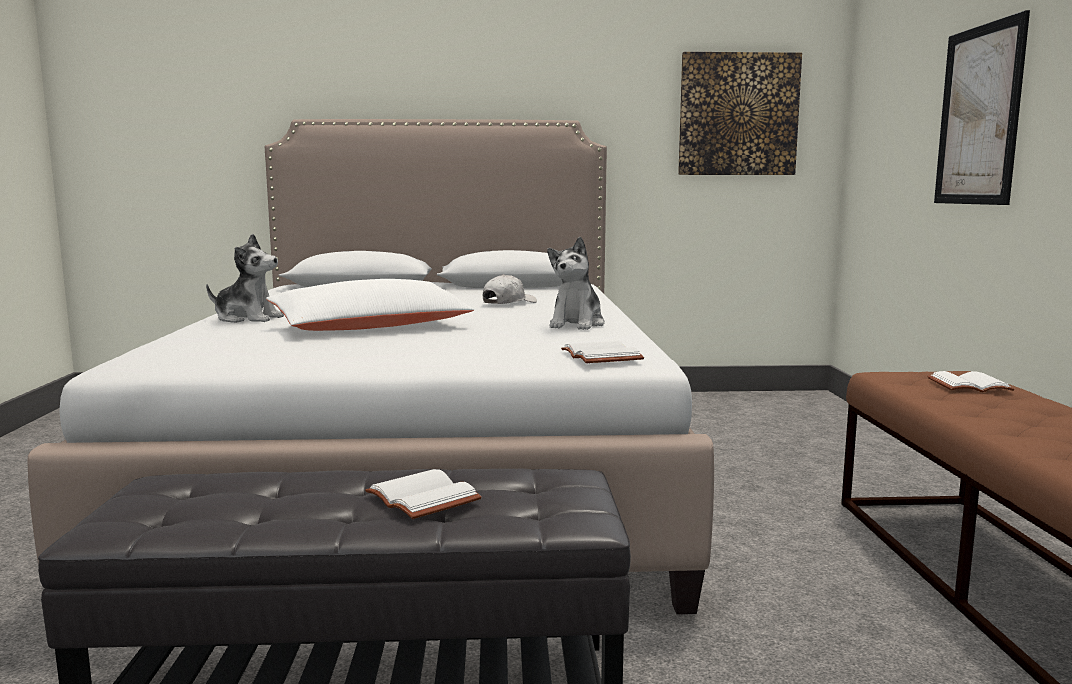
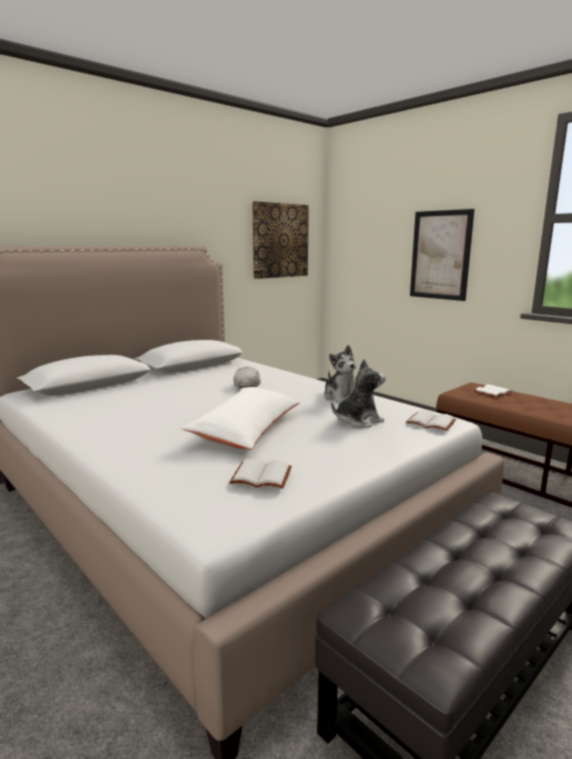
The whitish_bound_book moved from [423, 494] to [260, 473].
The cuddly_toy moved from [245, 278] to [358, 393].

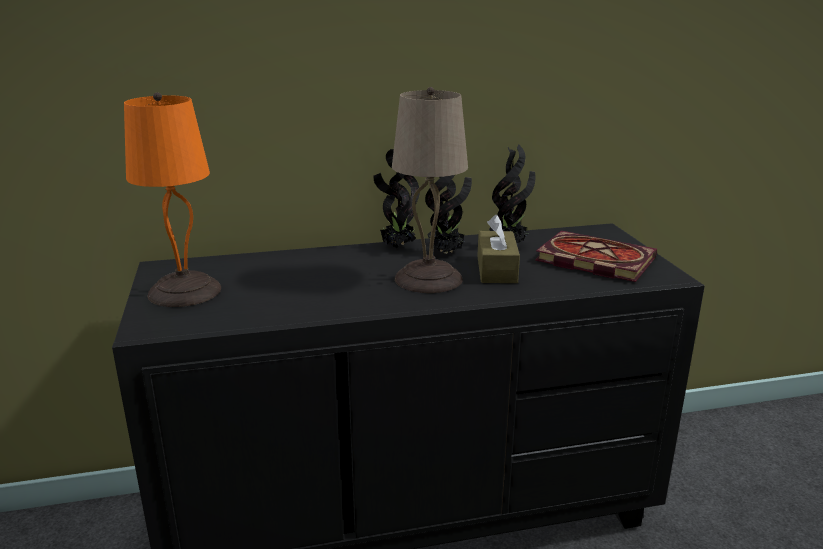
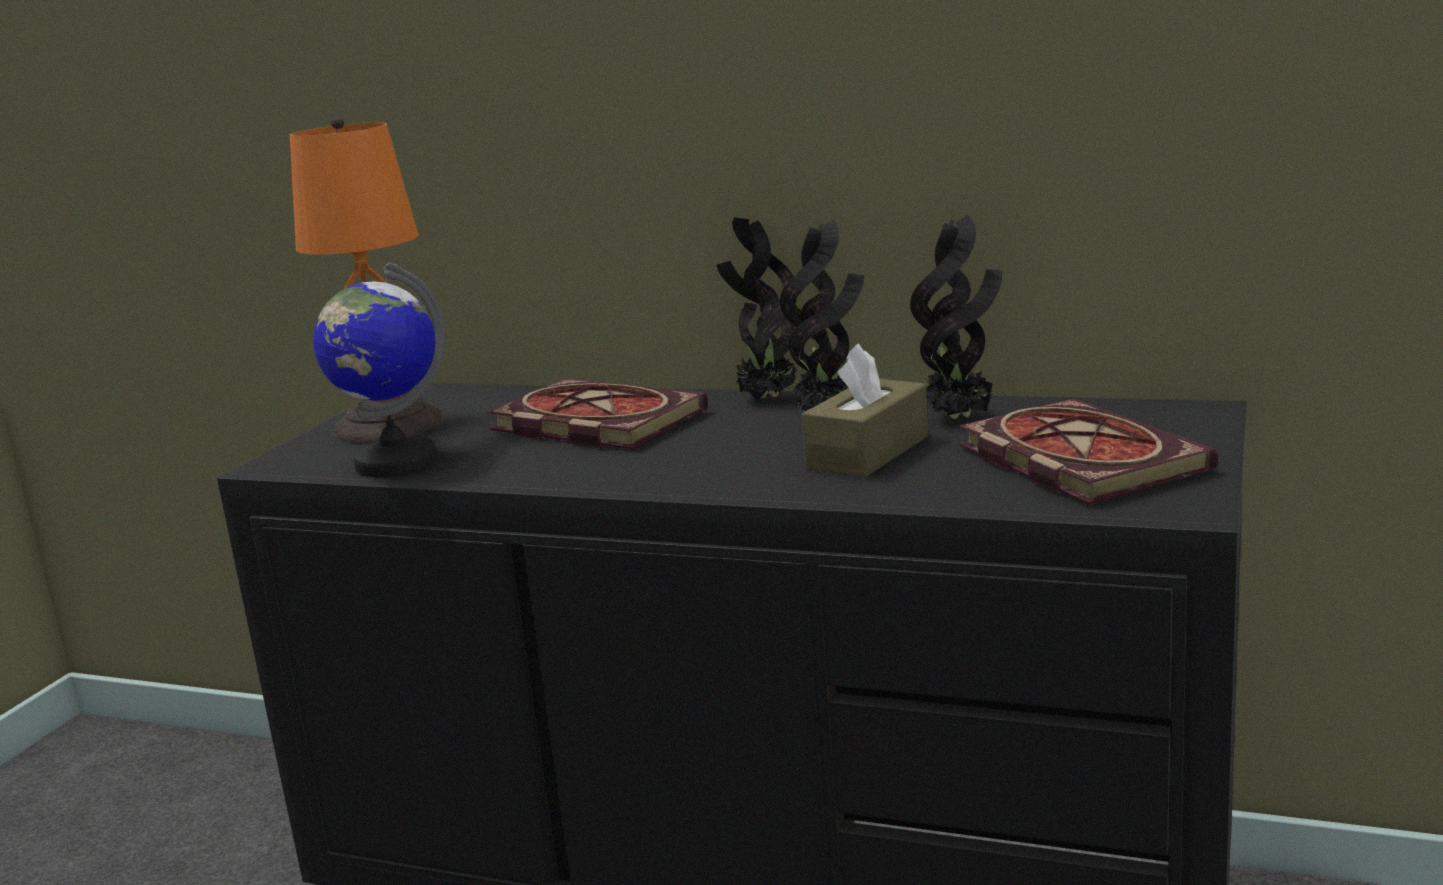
The desk_globe at [379, 369] appeared.
The bound_book at [597, 413] appeared.
The beige_lamp_for_a_table at [430, 190] disappeared.

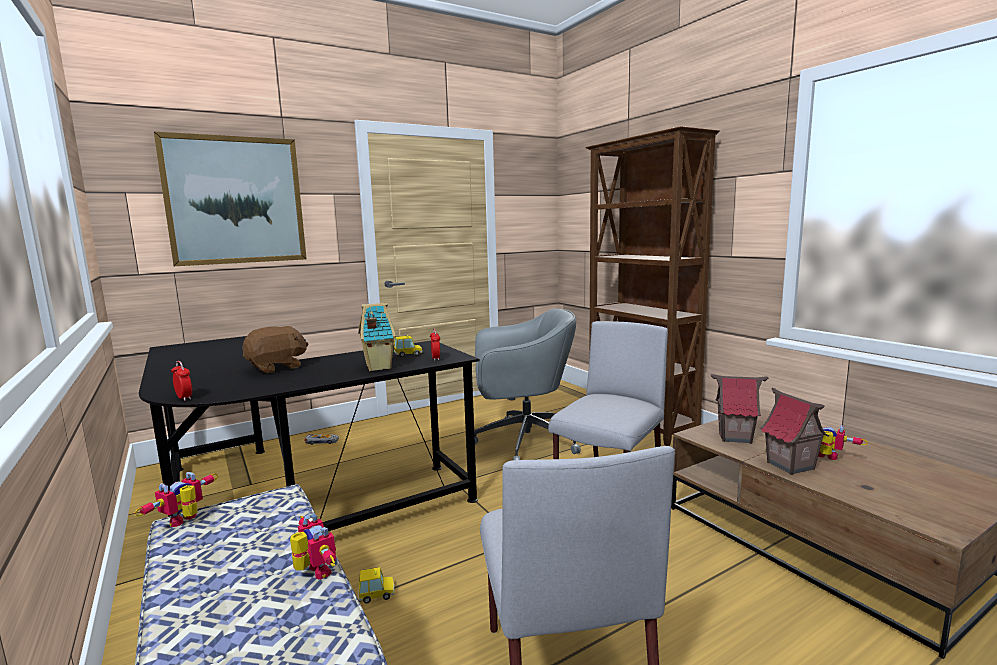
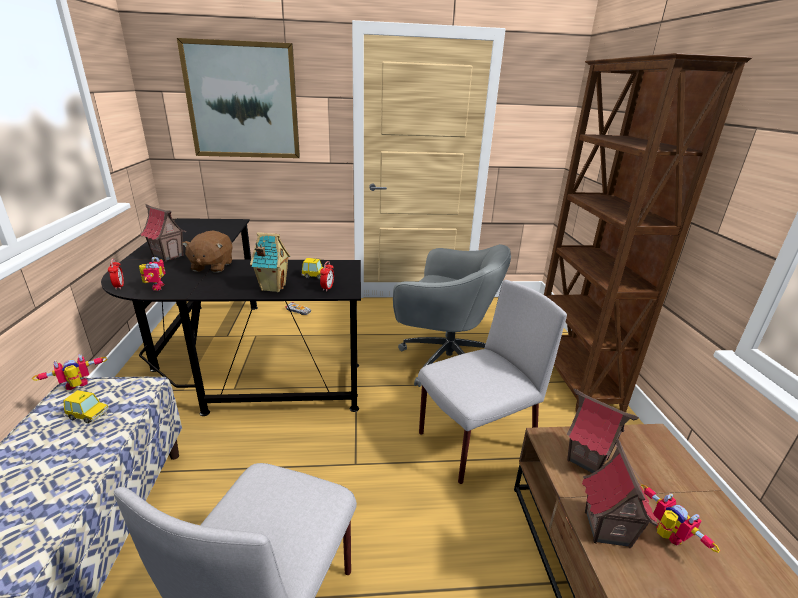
The toy_car moved from [376, 585] to [86, 407].
The robot_figure moved from [313, 546] to [152, 274].
The model_house at [163, 232] appeared.
The brown-coloured_cuddly_toy at [275, 349] turned 105 degrees clockwise.

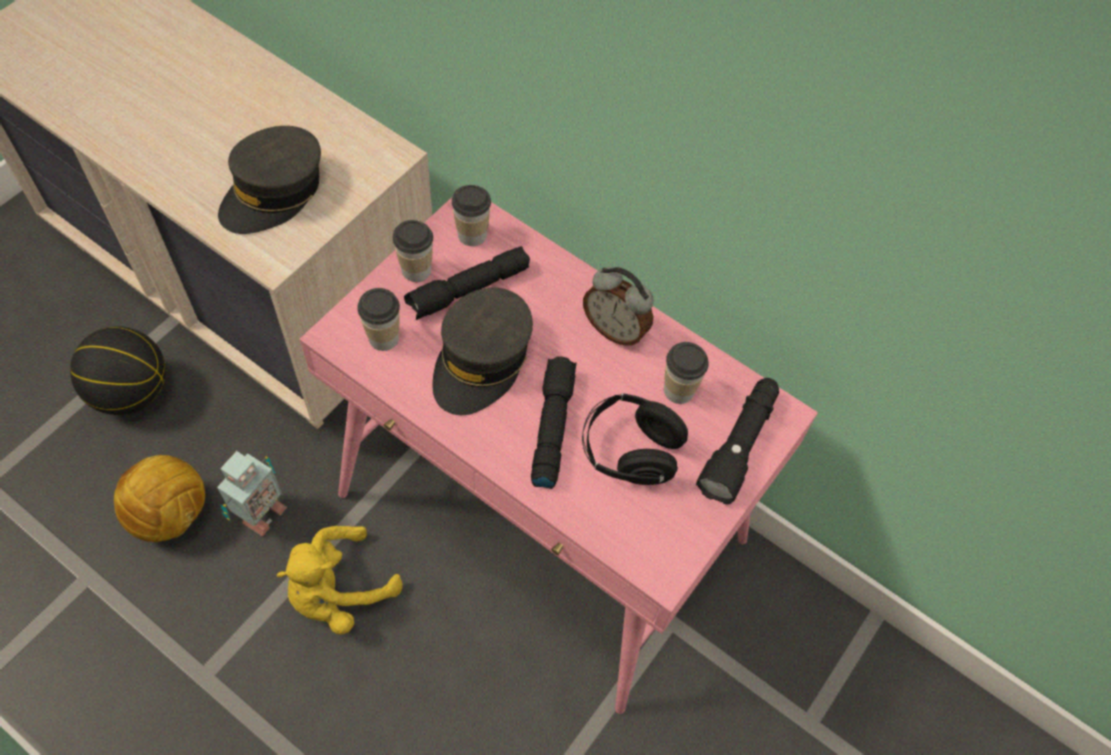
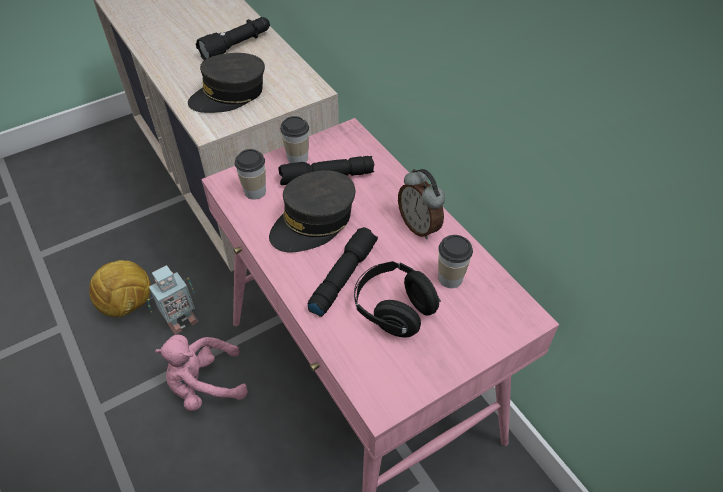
The yellow-coloured_cuddly_toy at [340, 580] became the pink-coloured_cuddly_toy at [201, 373].
The black_flashlight moved from [737, 441] to [233, 38].
The ball_for_basketball at [118, 370] disappeared.
The cup at [471, 215] disappeared.

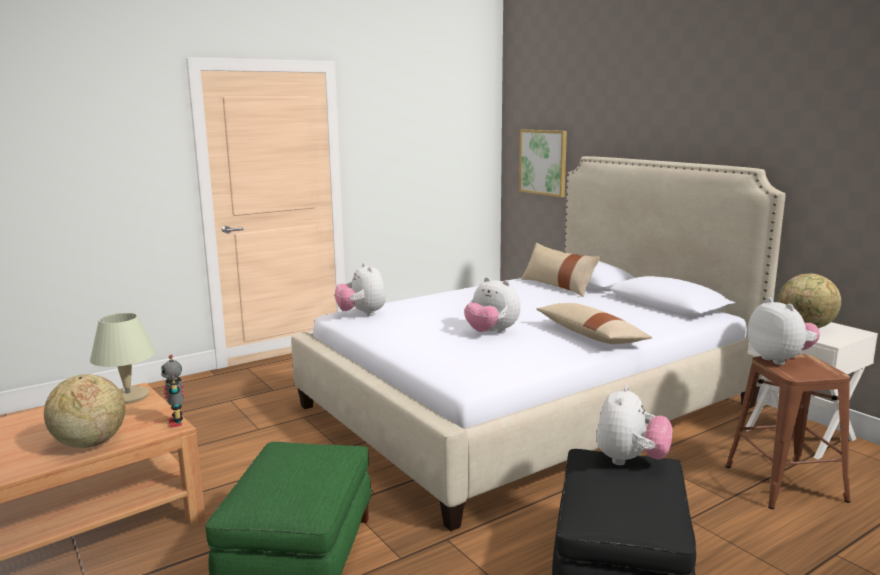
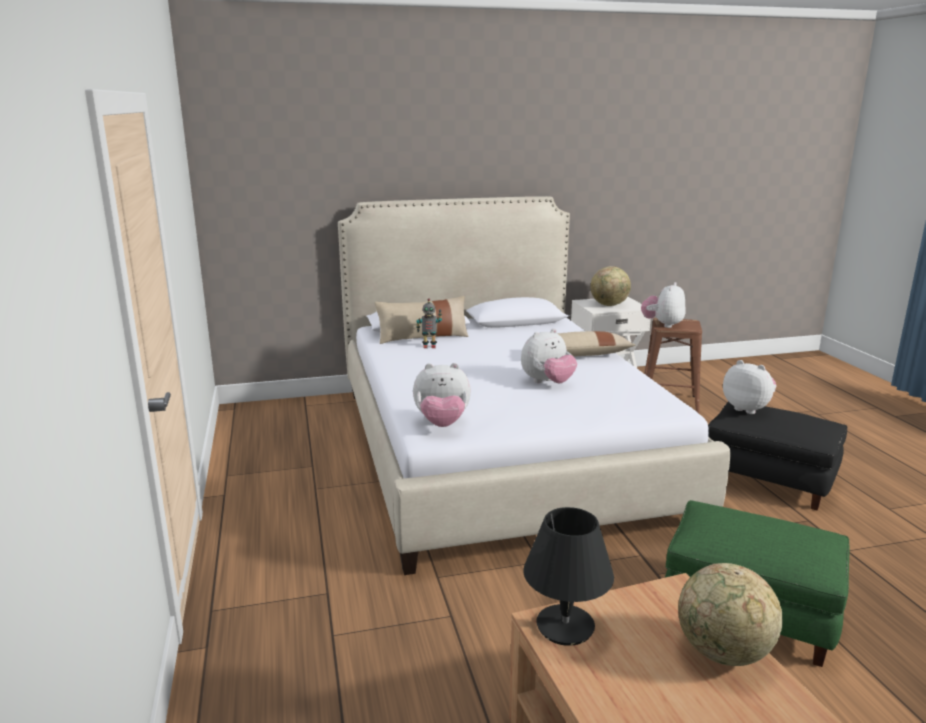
The robot_figure moved from [172, 391] to [429, 323].
The beige_lamp_for_a_table at [122, 358] became the black_lamp_for_a_table at [568, 576].
The cuddly_toy at [784, 331] turned 60 degrees counterclockwise.
The wall_picture at [543, 163] disappeared.

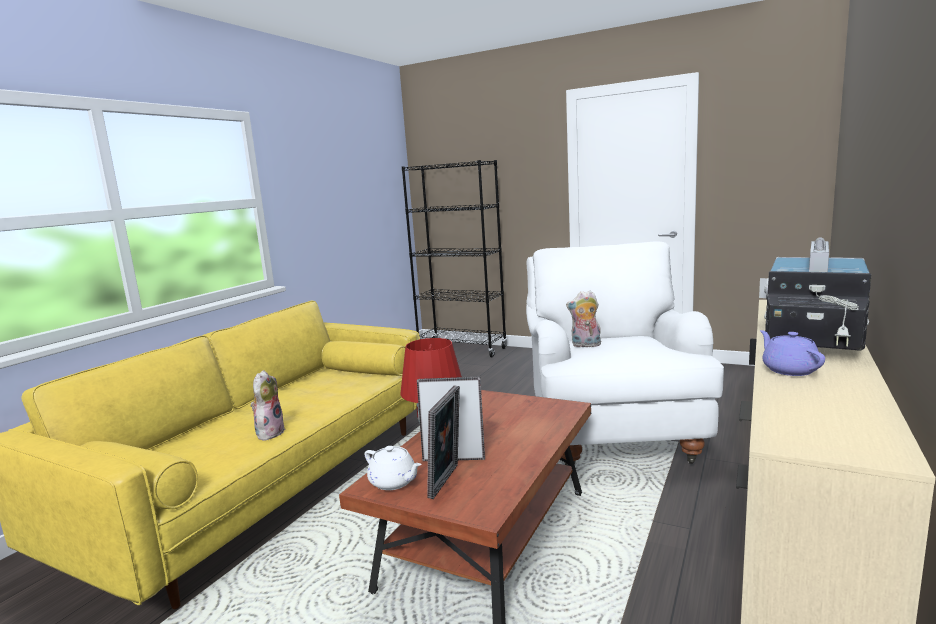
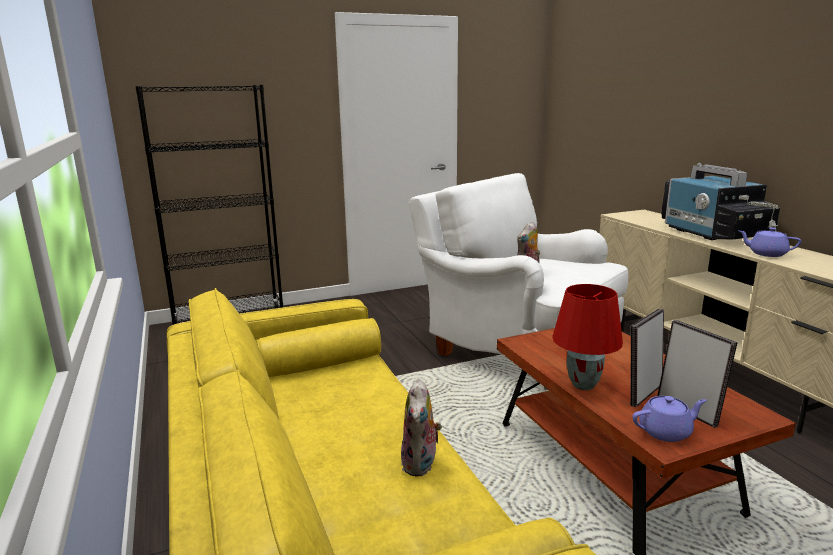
The cuddly_toy at [268, 405] turned 135 degrees counterclockwise.
The whitish_teapot at [393, 468] became the purple-coloured_teapot at [669, 419].

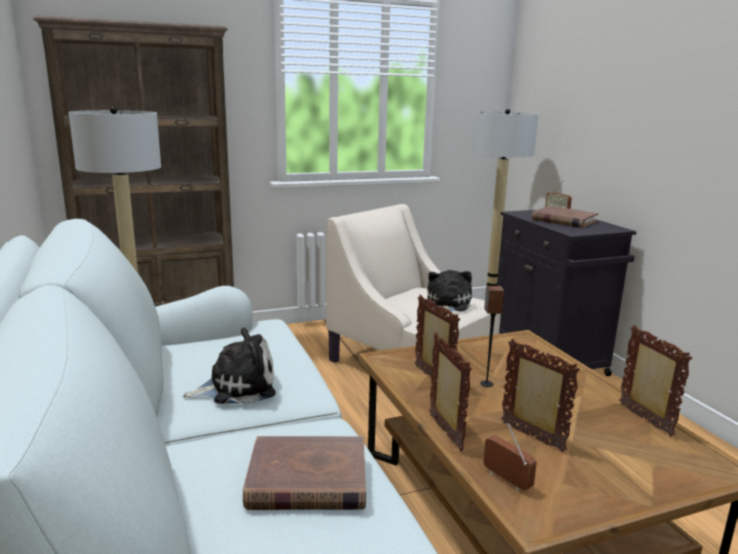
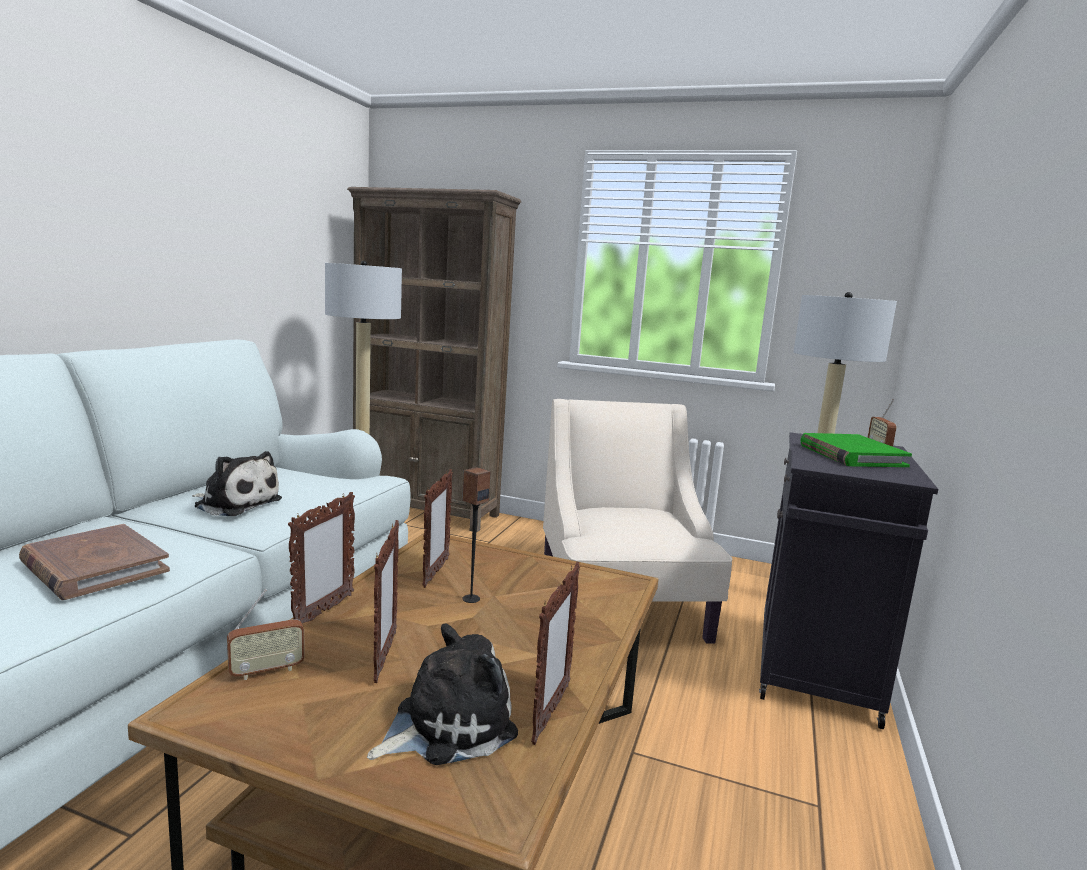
The radio at [510, 457] turned 60 degrees clockwise.
The cuddly_toy moved from [449, 293] to [442, 694].
The brown-coloured_bound_book at [565, 217] became the green-coloured_bound_book at [856, 450].

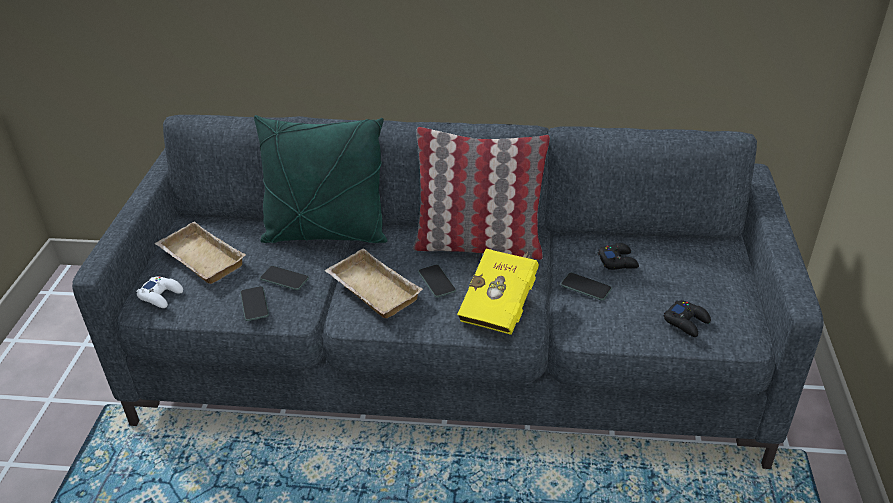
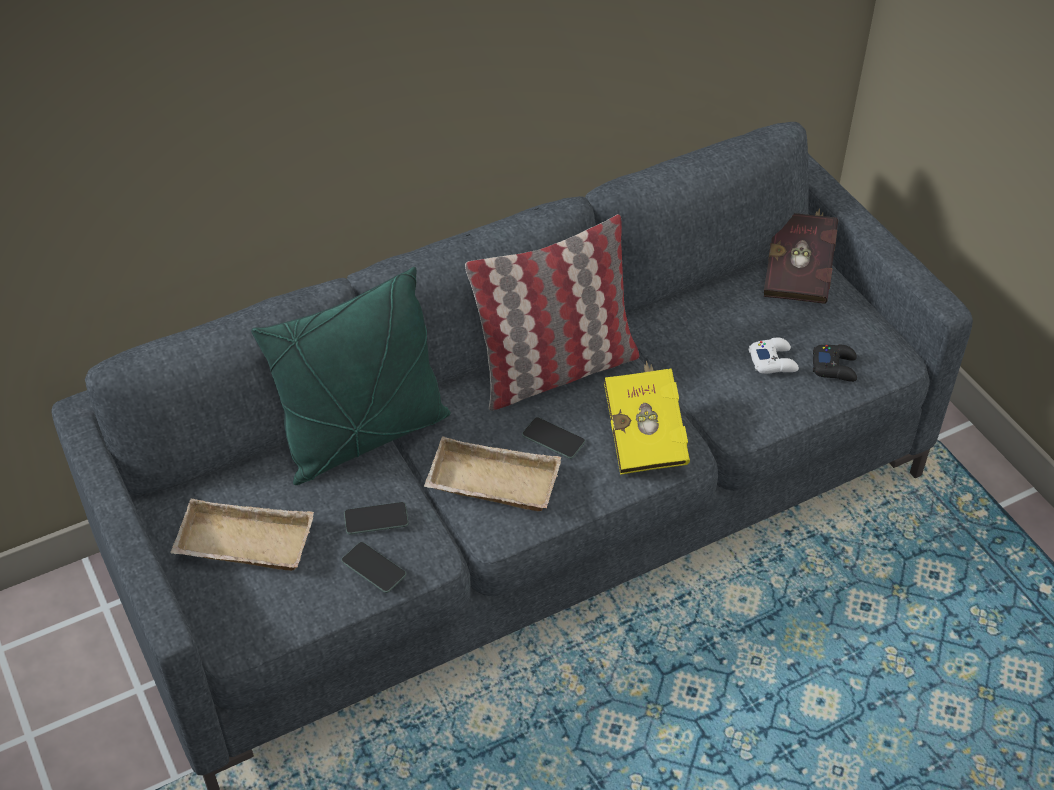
The whitish_joypad moved from [159, 292] to [774, 356].
The red-coloured_bound_book at [801, 256] appeared.
The phone at [586, 286] disappeared.
The black_joypad at [618, 256] disappeared.

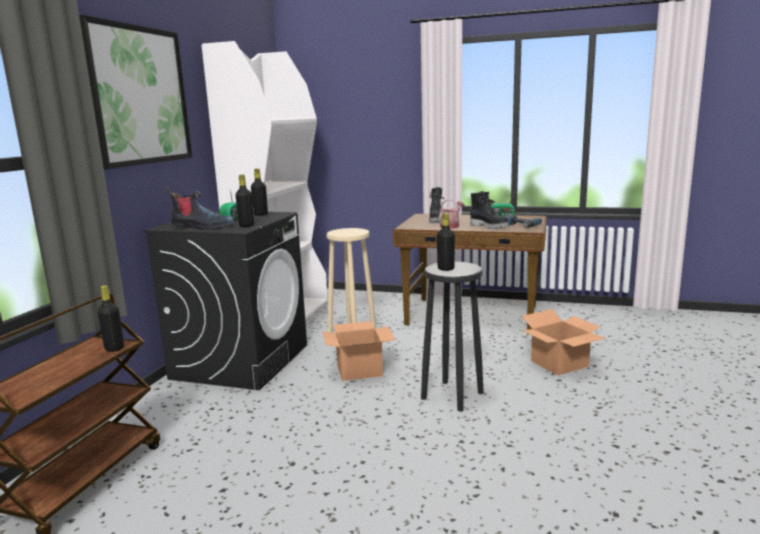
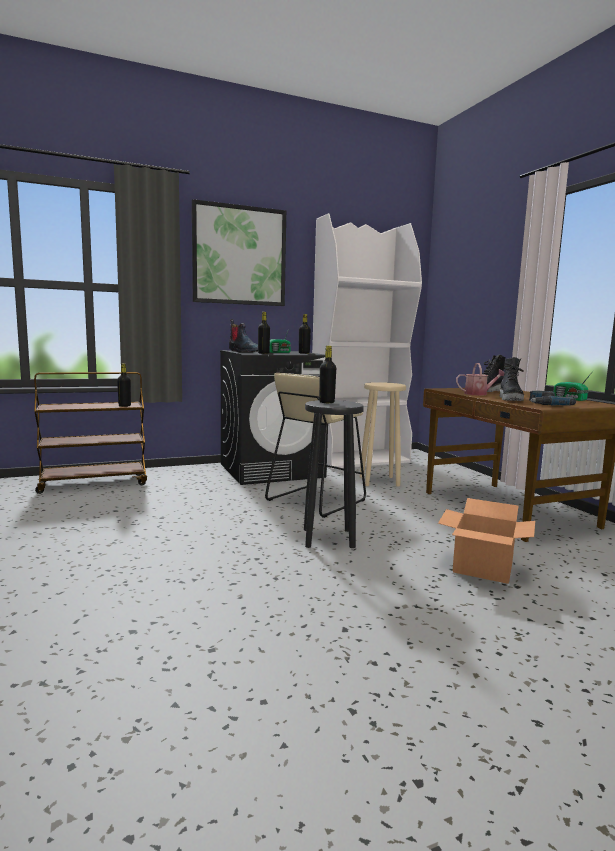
The packing_box at [359, 351] was replaced by the beige_sitting_stool at [315, 445].

